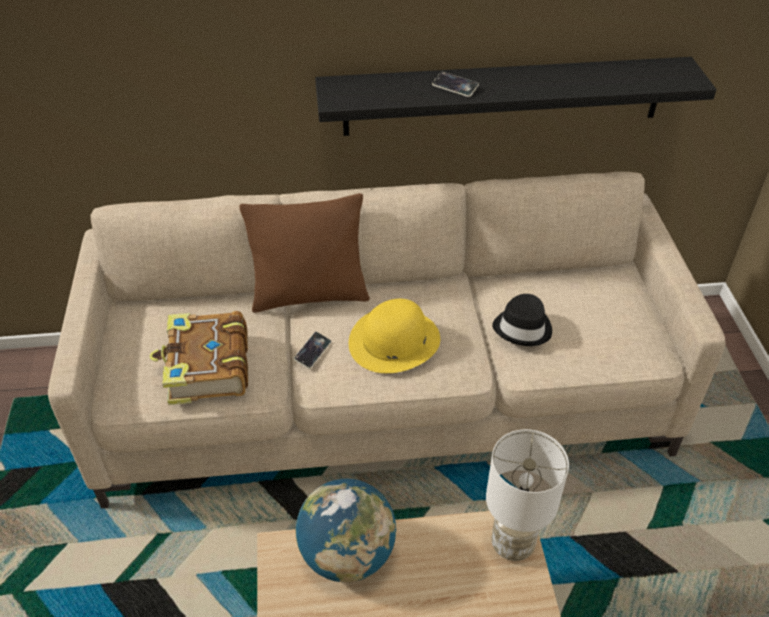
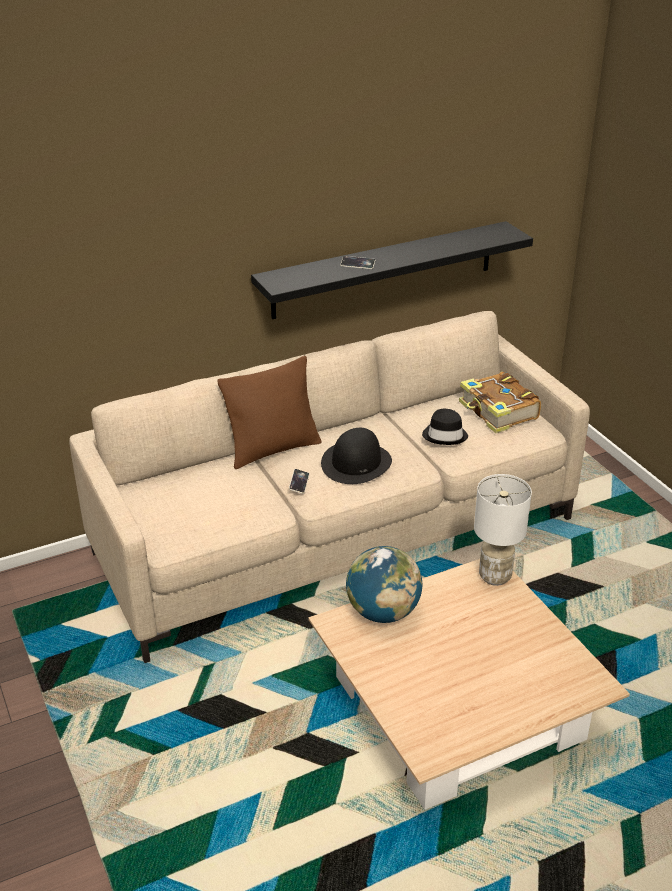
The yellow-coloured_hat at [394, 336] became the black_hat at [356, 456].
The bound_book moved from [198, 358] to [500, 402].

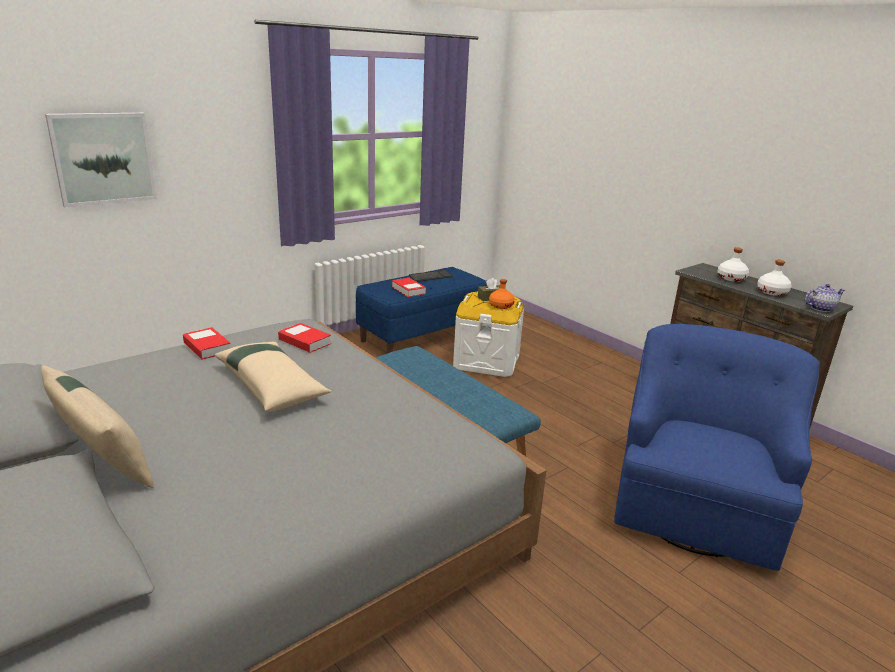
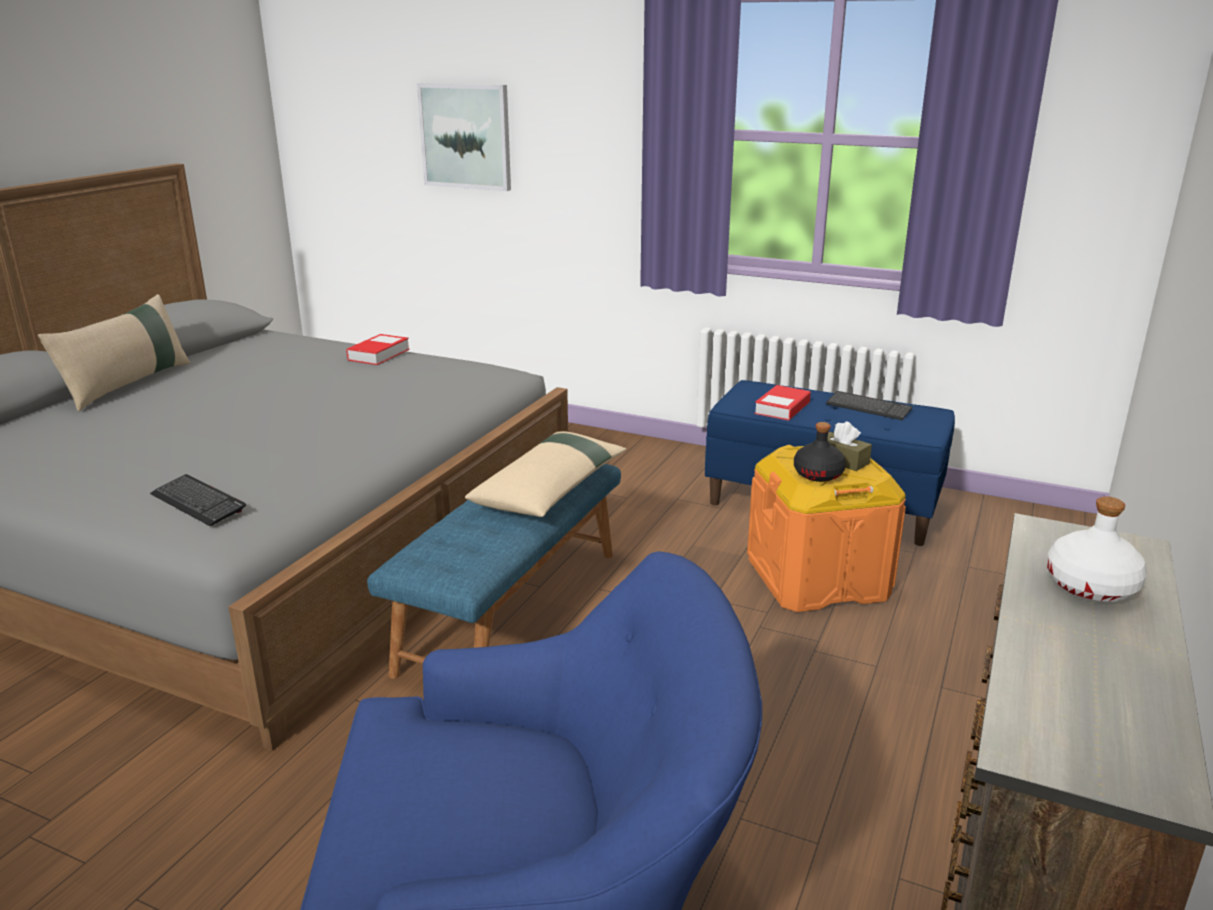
The keyboard at [198, 500] appeared.
The beige_throw_pillow moved from [273, 376] to [546, 474].
The whitish_storage_bin at [488, 334] became the orangey_storage_bin at [826, 528].
The orangey_beverage_bottle at [502, 294] became the black_beverage_bottle at [820, 452].
The bound_book at [304, 338] disappeared.
The whitish_beverage_bottle at [774, 278] disappeared.
The teapot at [824, 298] disappeared.

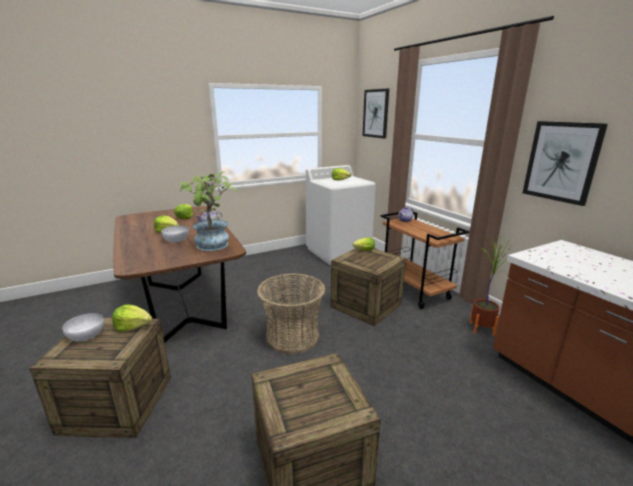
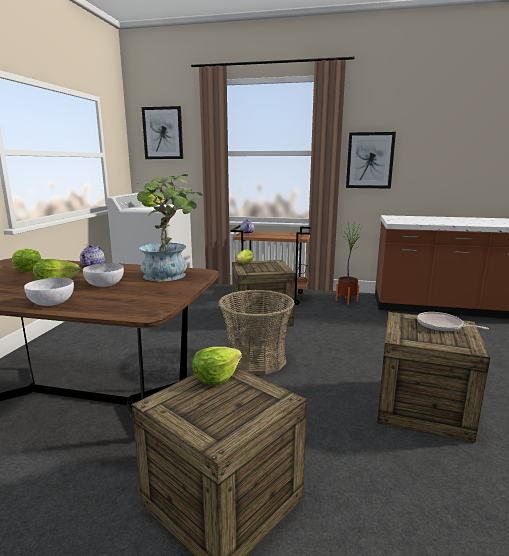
The whitish_bowl moved from [83, 327] to [49, 291].
The frying_pan at [453, 322] appeared.

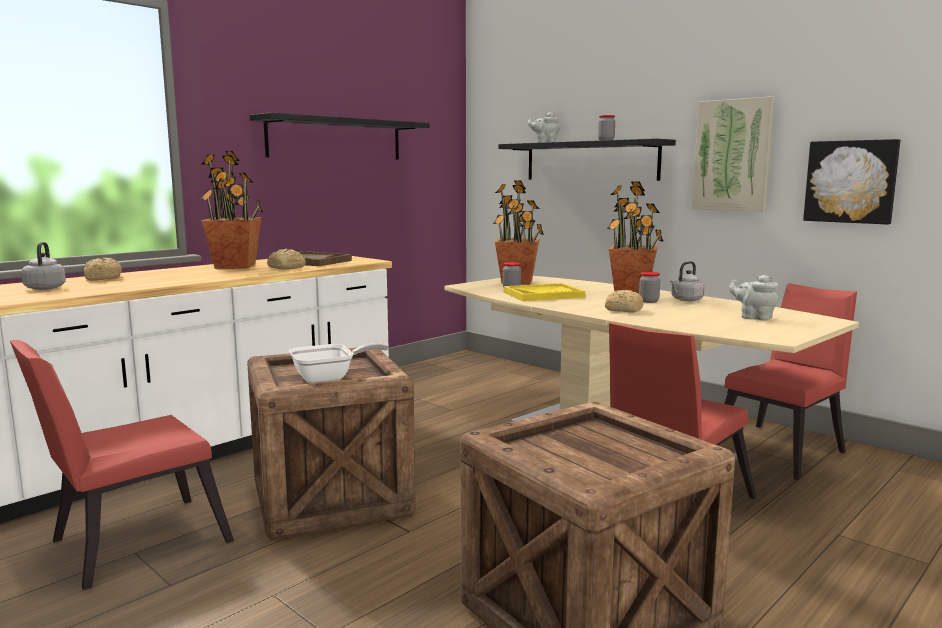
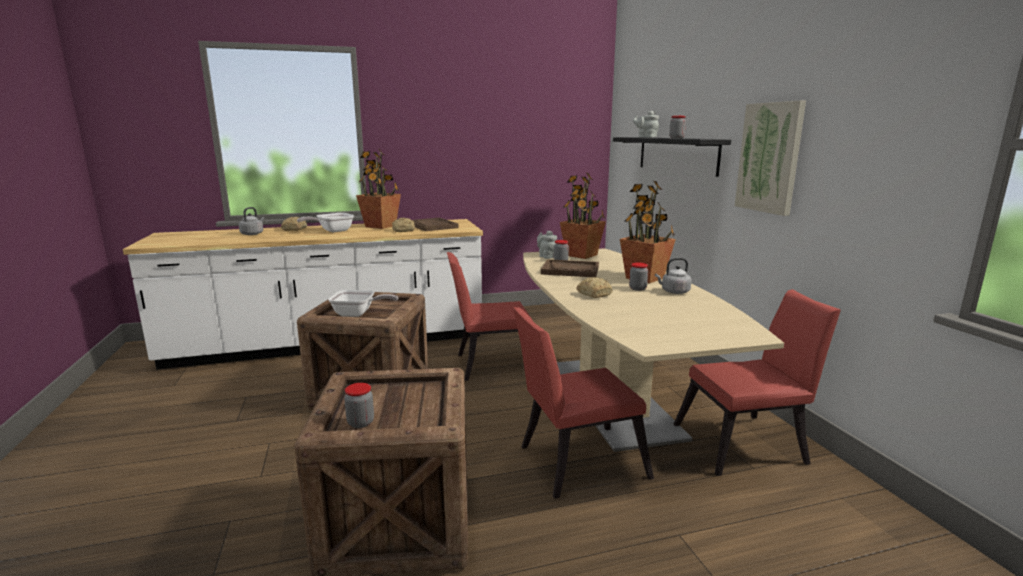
The frying_pan at [325, 222] appeared.
The storage_jar at [359, 405] appeared.
The red-coloured_plain_chair moved from [122, 465] to [489, 316].
The gray_teapot moved from [754, 297] to [547, 245].
The yellow-coloured_serving_tray at [544, 292] became the brown-coloured_serving_tray at [570, 268].
The black_wall_shelf at [339, 136] disappeared.
The wall_picture at [851, 182] disappeared.

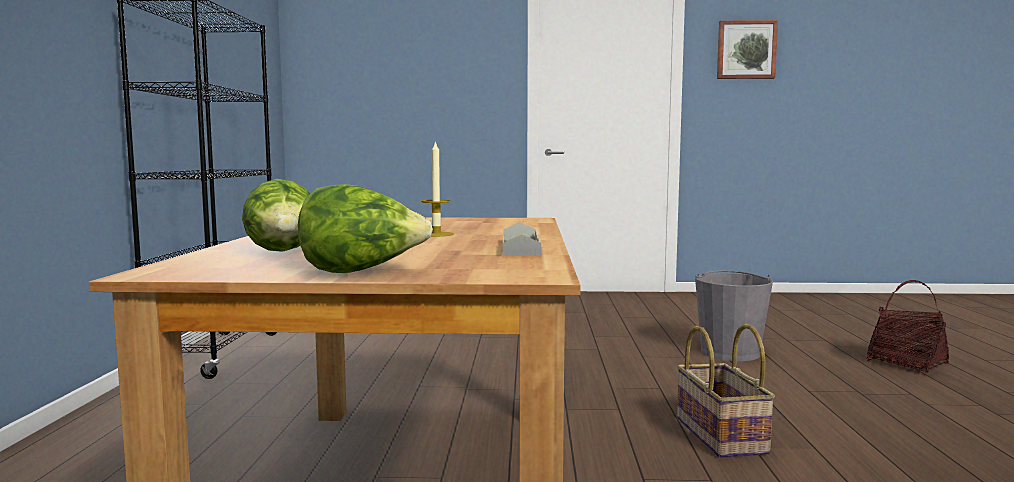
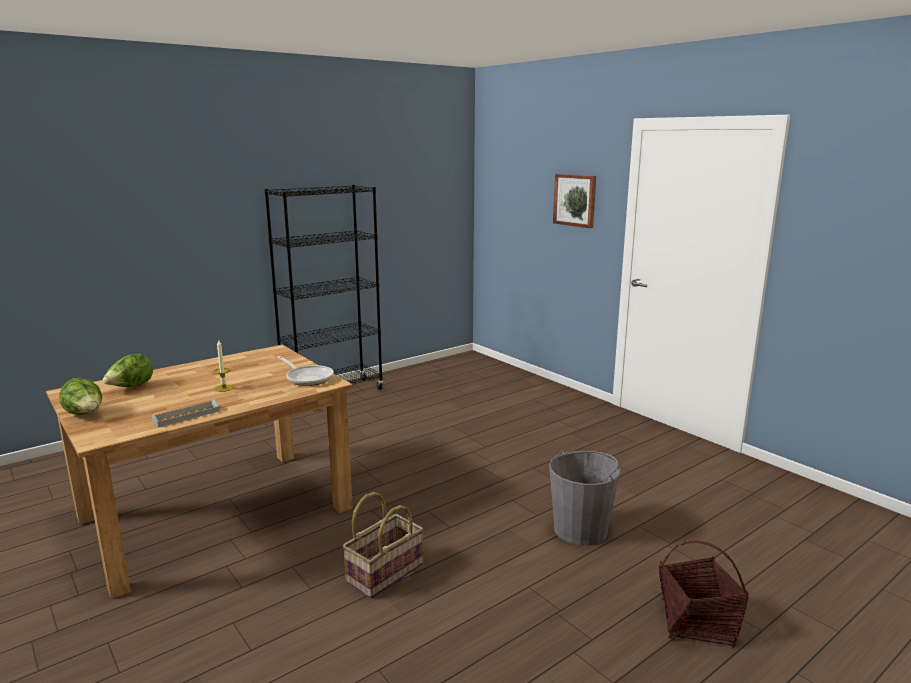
The frying_pan at [305, 371] appeared.
The wall_picture moved from [747, 49] to [574, 201].

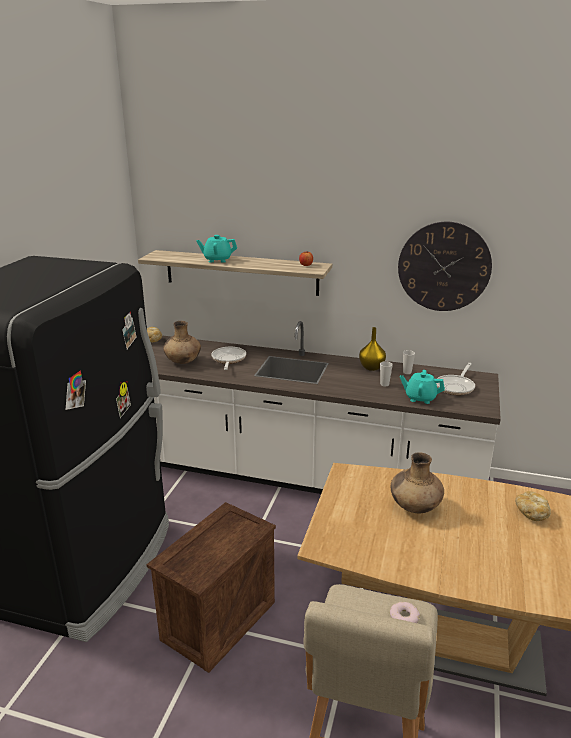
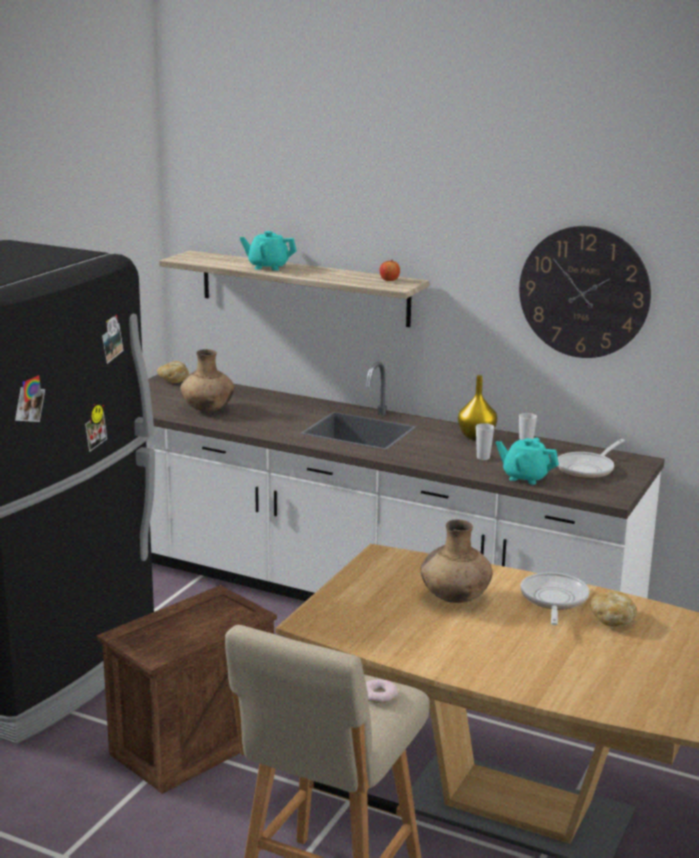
The frying_pan moved from [228, 358] to [555, 598].

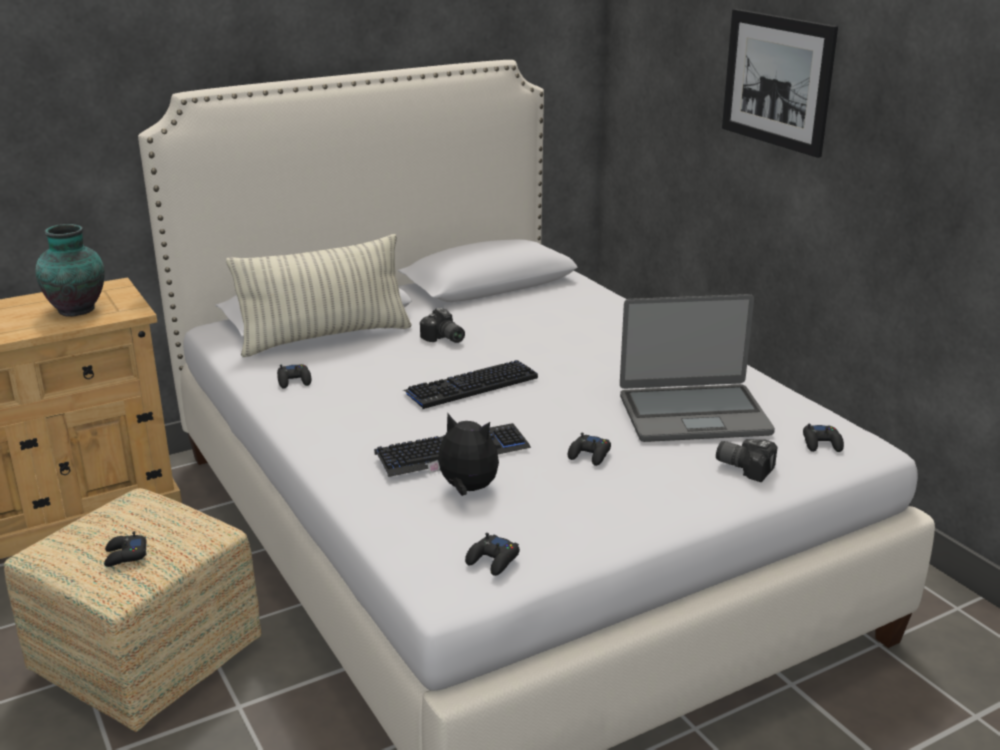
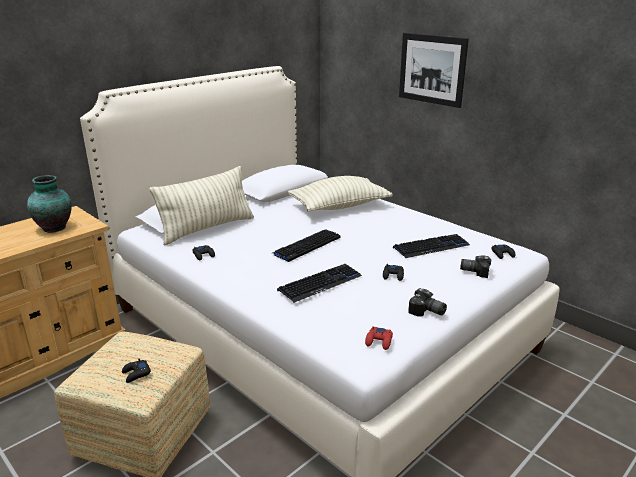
The throw_pillow at [340, 194] appeared.
The black_joypad at [492, 554] became the red-coloured_joypad at [379, 338].
The laptop at [697, 368] was replaced by the keyboard at [431, 246].
The photo_camera moved from [442, 325] to [427, 302].
The cuddly_toy at [463, 455] disappeared.

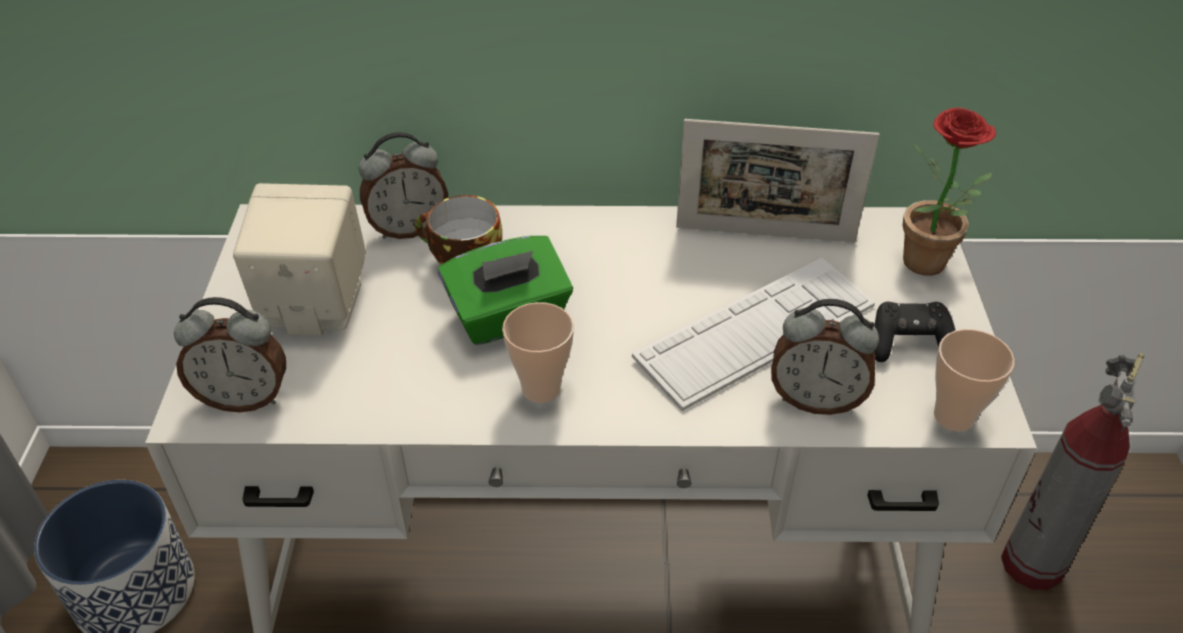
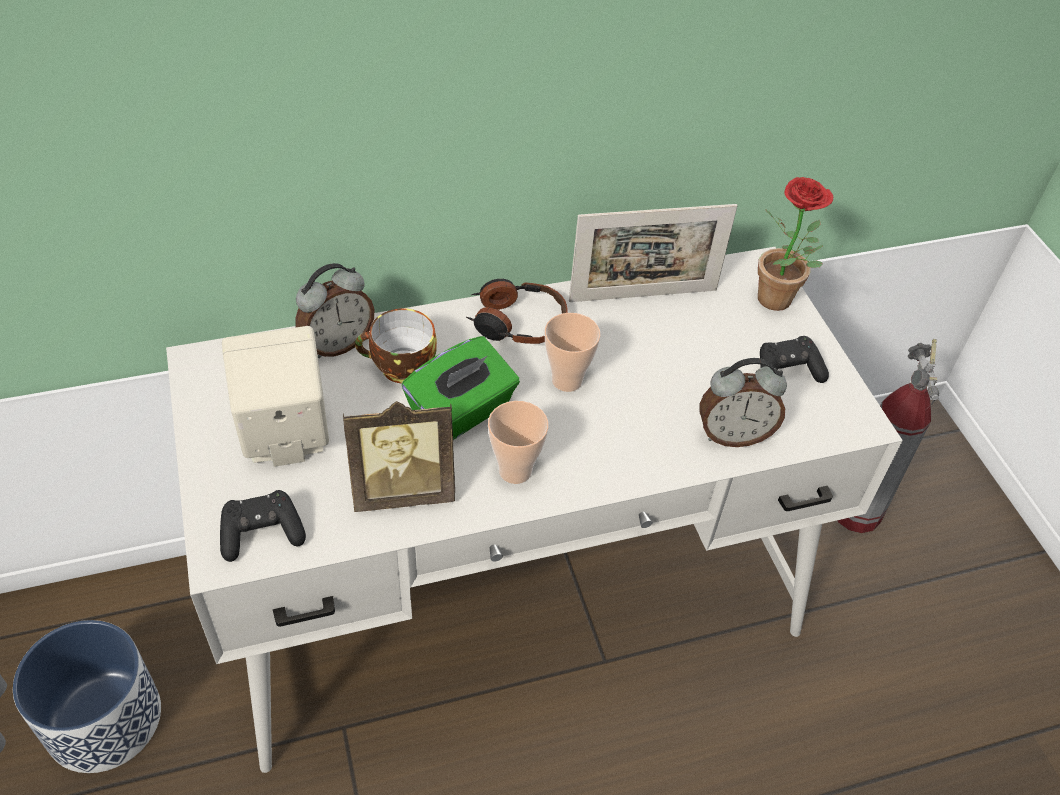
The alarm_clock at [230, 355] was replaced by the black_joypad at [263, 526].
The picture_frame at [399, 456] appeared.
The pair_of_headphones at [517, 311] appeared.
The cup moved from [974, 380] to [573, 352].
The keyboard at [753, 334] disappeared.

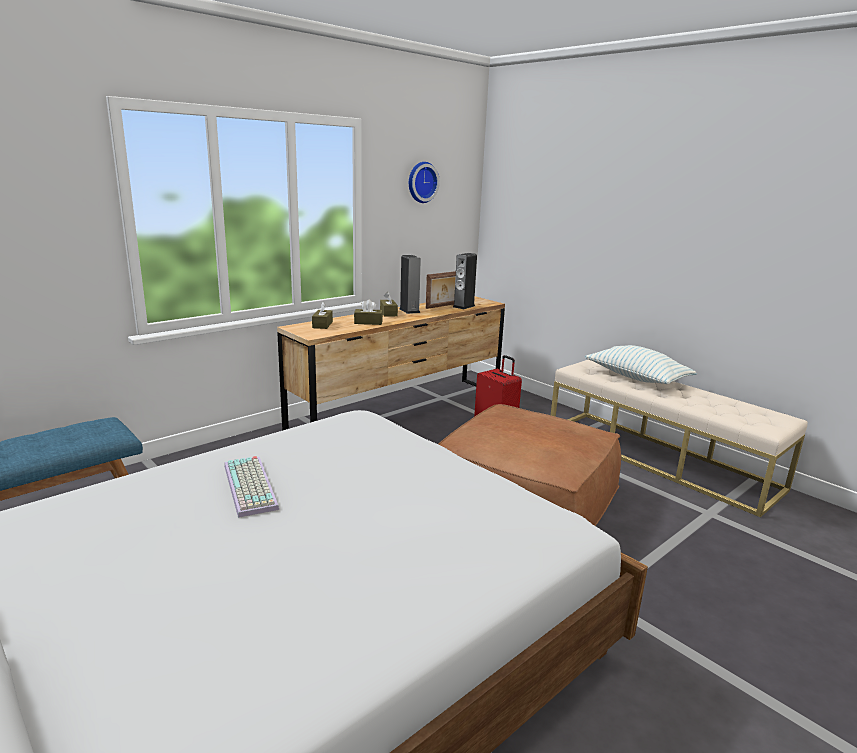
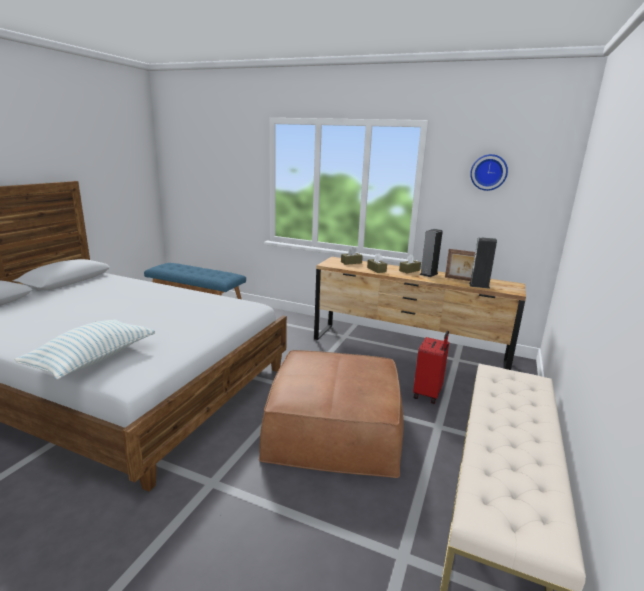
The throw_pillow moved from [641, 364] to [85, 349].
The keyboard at [251, 487] disappeared.

